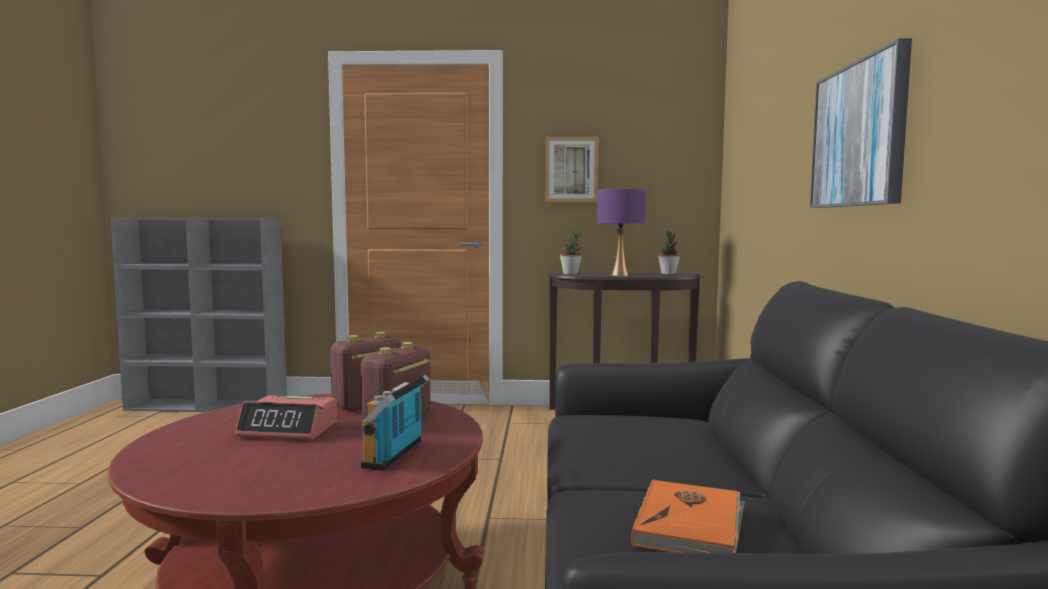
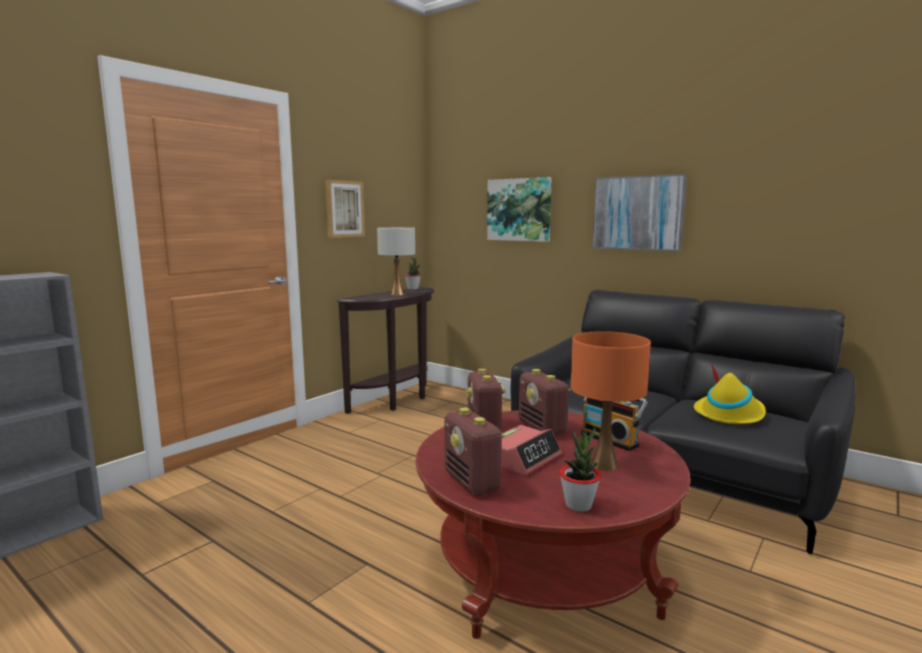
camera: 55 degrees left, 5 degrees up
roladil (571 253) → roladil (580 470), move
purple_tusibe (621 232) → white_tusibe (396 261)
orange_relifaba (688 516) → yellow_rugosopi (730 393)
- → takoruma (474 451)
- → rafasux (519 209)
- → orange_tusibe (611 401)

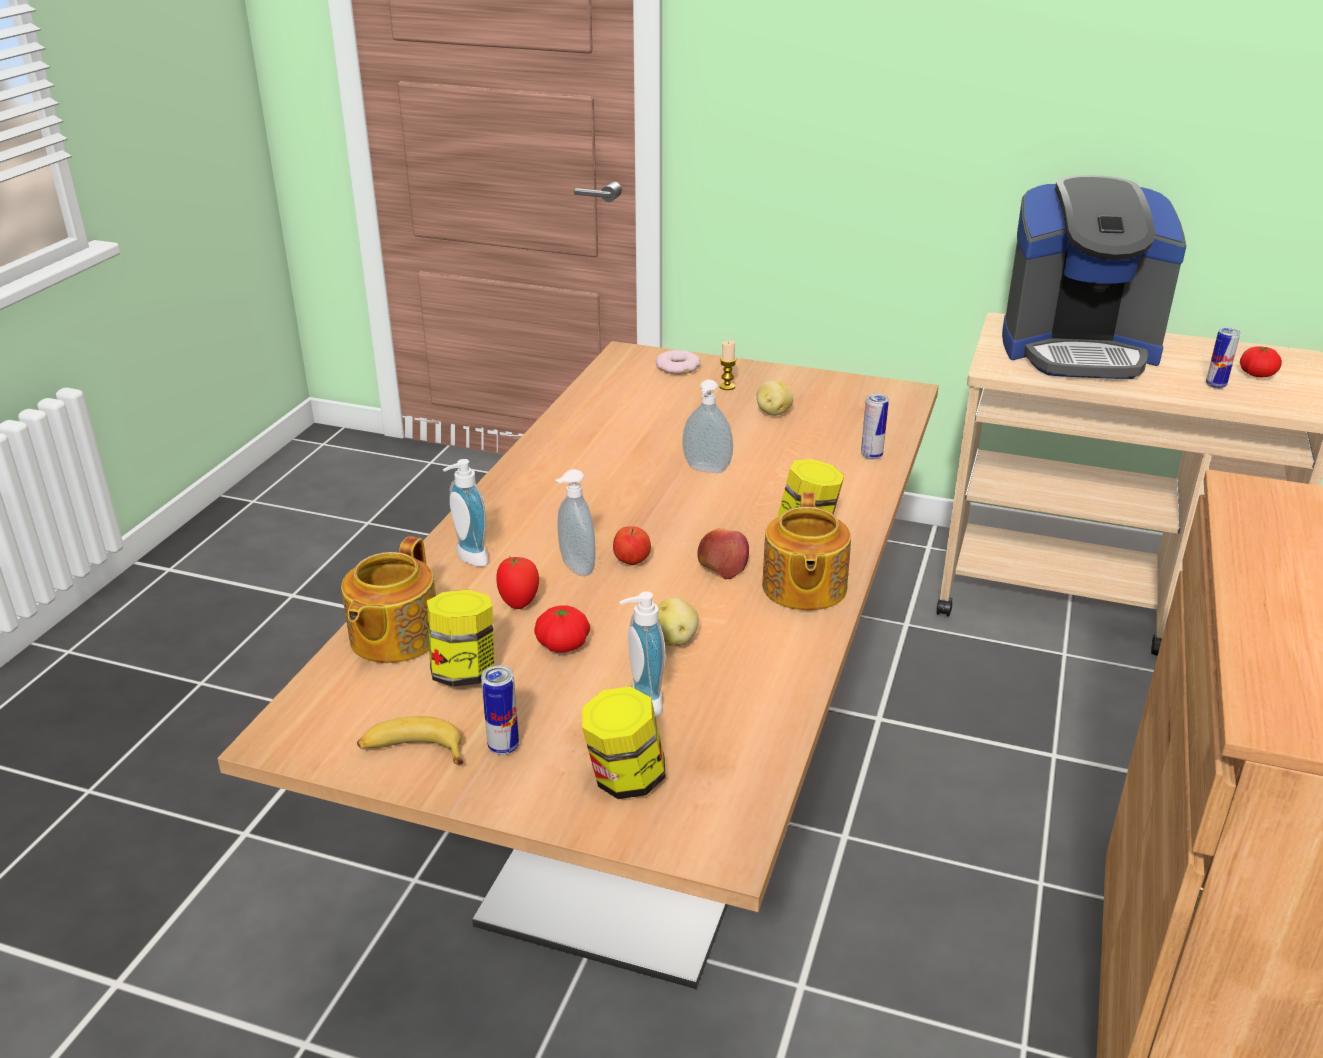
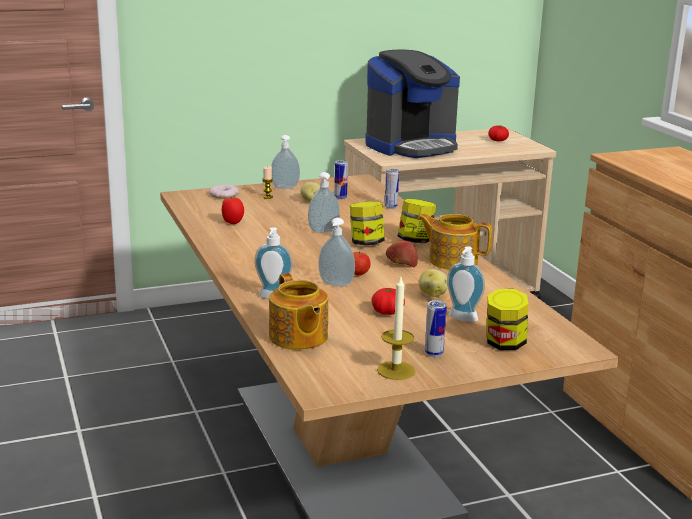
camera: 40 degrees left, 10 degrees down
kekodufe (410 740) → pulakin (396 328)
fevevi (460 638) → fevevi (367 223), move
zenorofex (518 582) → zenorofex (233 210), move
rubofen (806 551) → rubofen (454 242), 150 degrees clockwise
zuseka (1223 358) → zuseka (341 180), move
- → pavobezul (285 162)

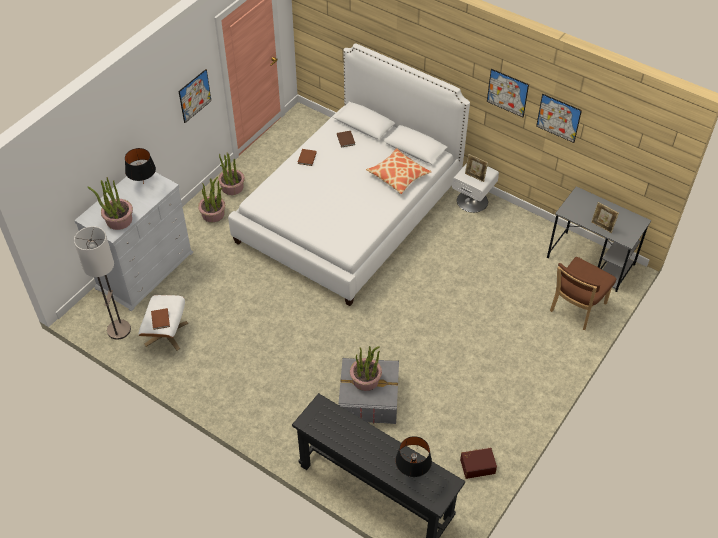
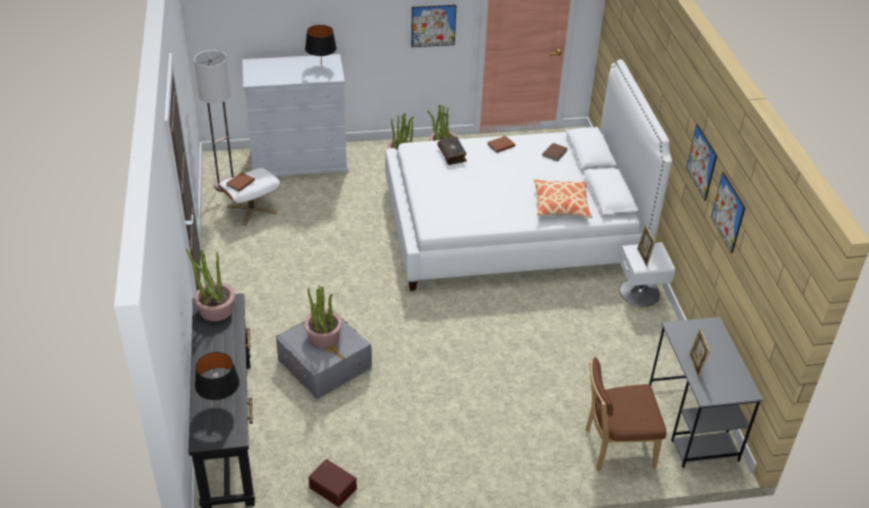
camera: 45 degrees right, 10 degrees down
roladil (110 203) → roladil (210 284), move
- → relifaba (452 151)

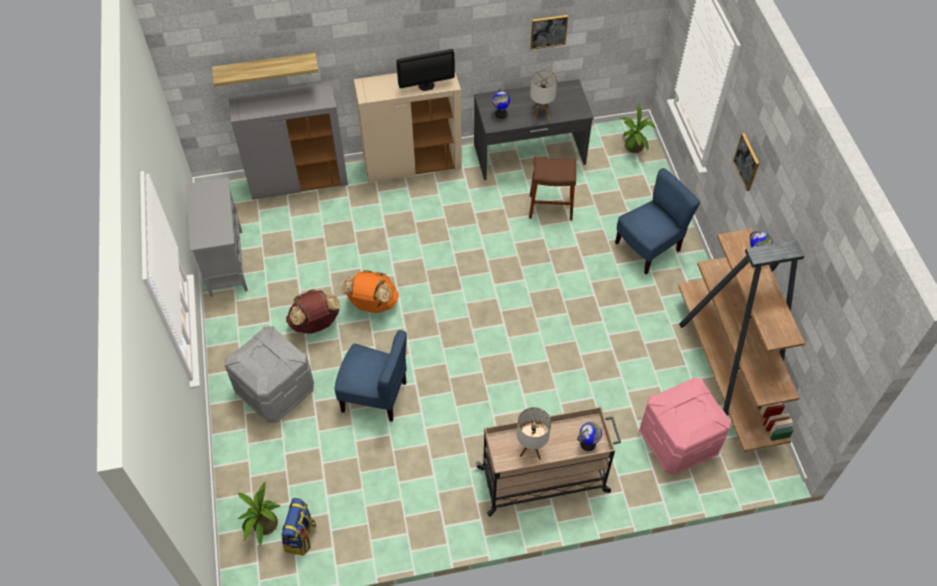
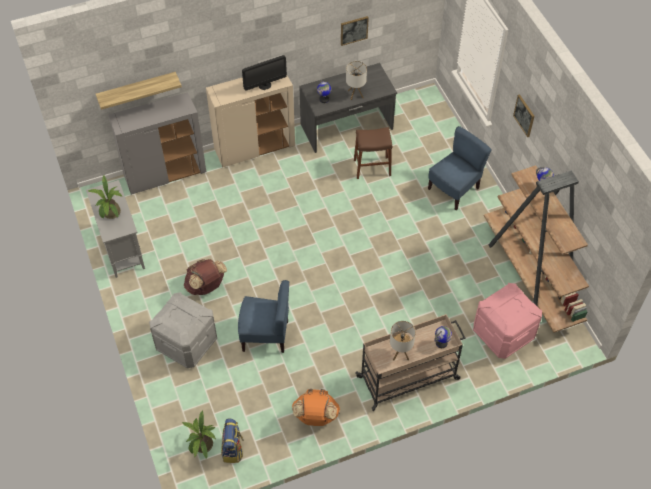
camera: 10 degrees left, 0 degrees up
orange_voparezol (370 291) → orange_voparezol (316 407), move
roladil (637 128) → roladil (104 197), move

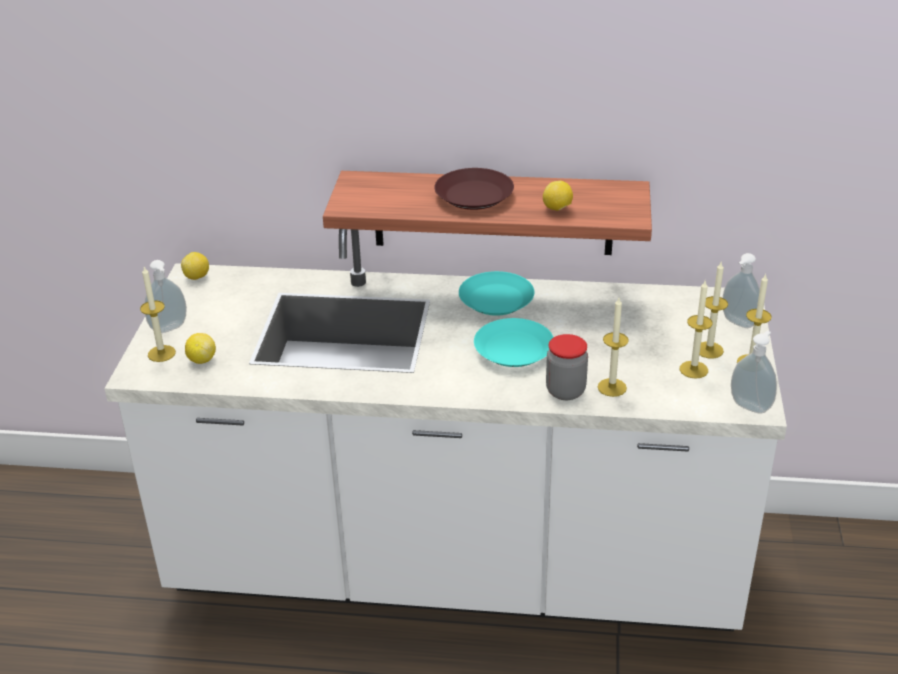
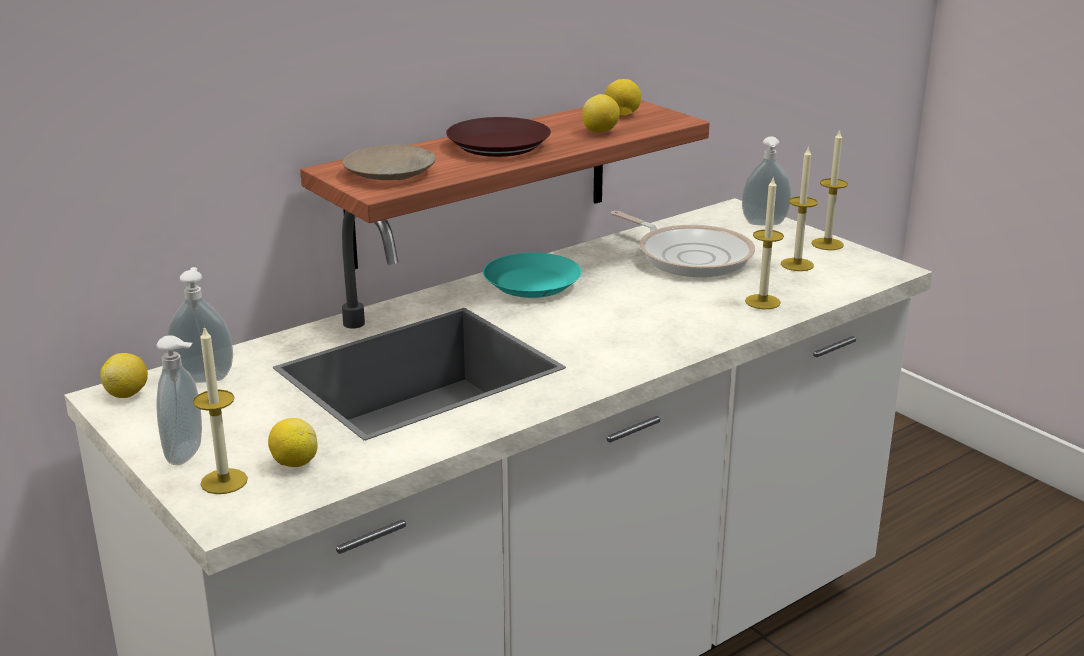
camera: 45 degrees left, 10 degrees down
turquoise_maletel (514 342) → -
fevevi (567 367) → -
pulakin (714 310) → -
pavobezul (754 372) → pavobezul (200 325), move
- → beige_maletel (389 162)
- → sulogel (623 97)
- → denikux (683 244)

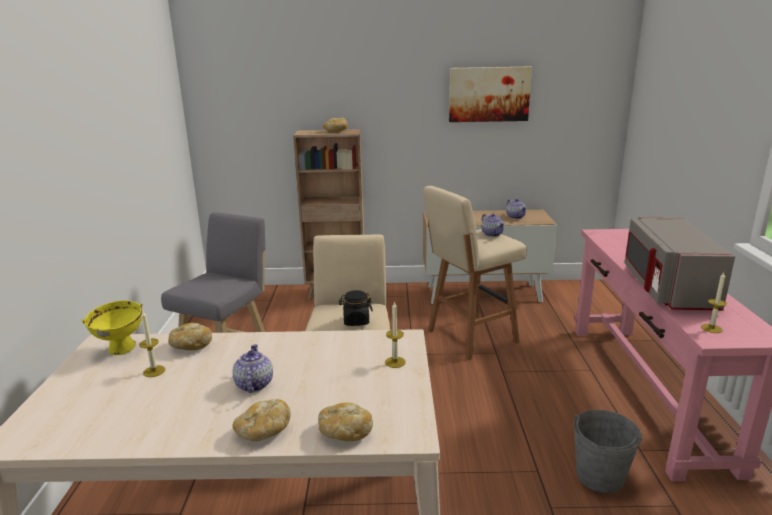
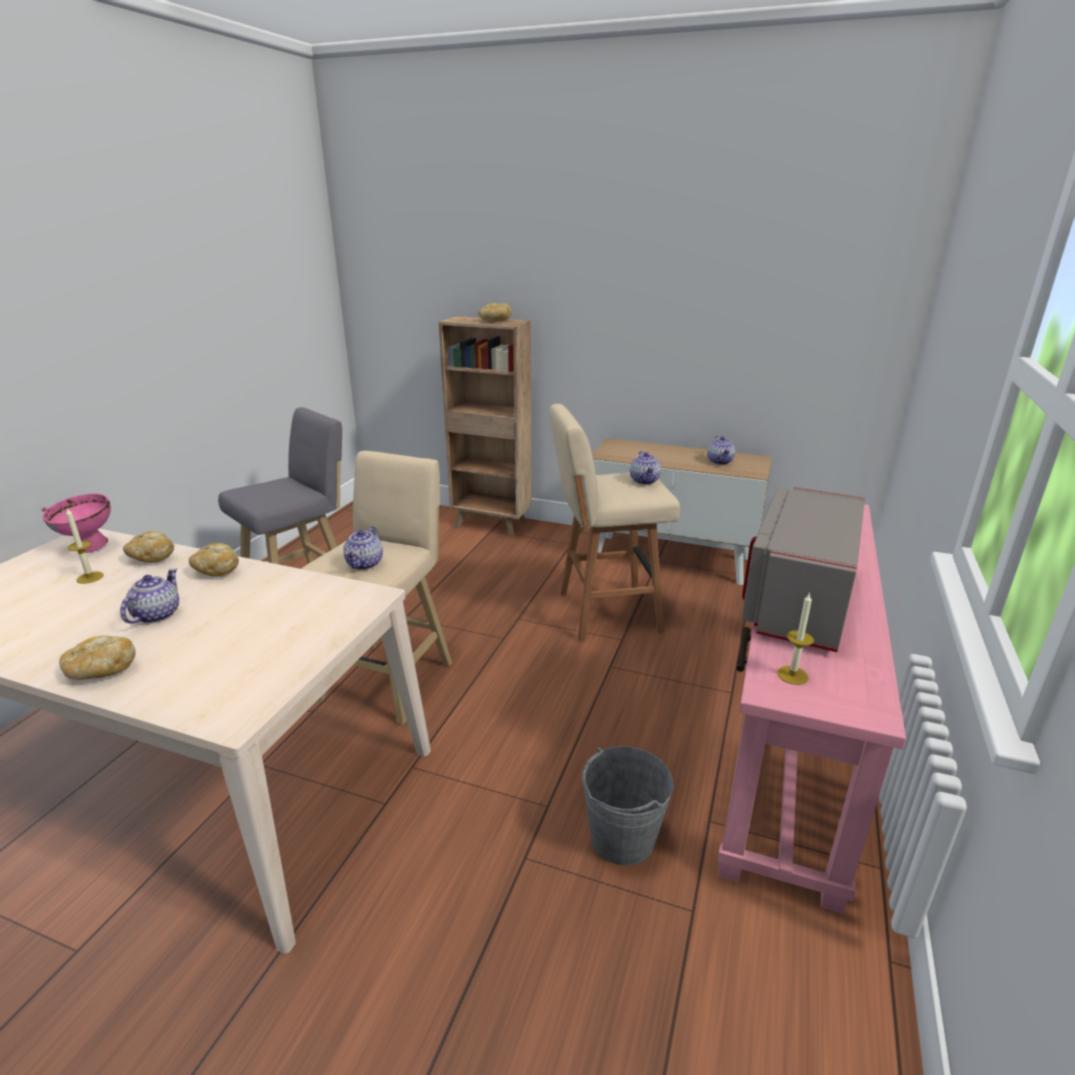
camera: 20 degrees right, 5 degrees up
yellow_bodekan (111 327) → pink_bodekan (76 523)
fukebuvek (345 421) → fukebuvek (214 560), move
black_fevevi (356 308) → rubofen (363 548)
pulakin (395 334) → -
rafasux (490 94) → -

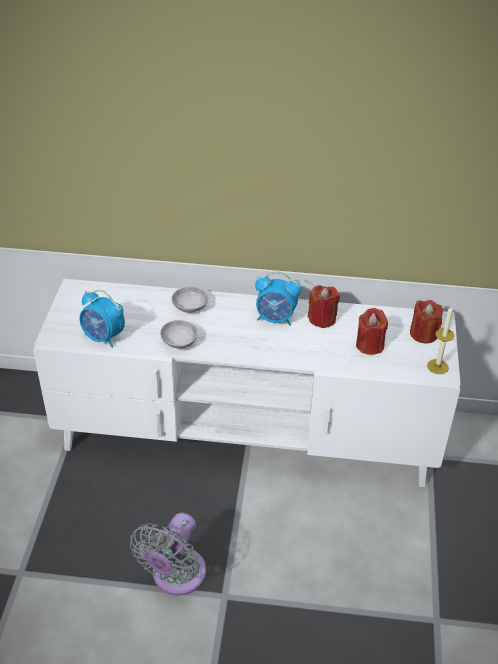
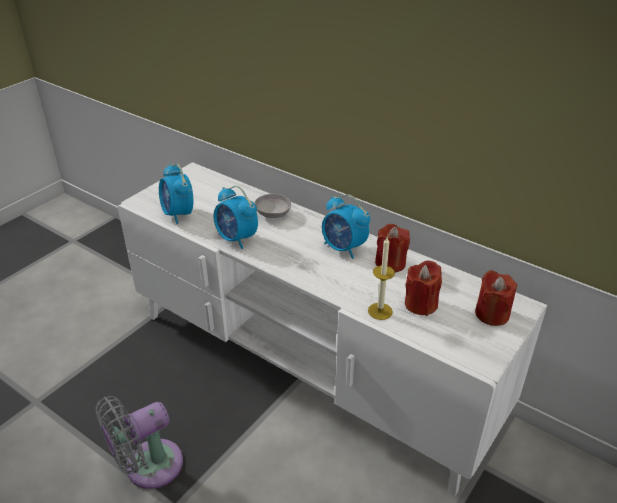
camera: 30 degrees right, 5 degrees down
grey_bodekan (178 334) → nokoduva (236 217)
pulakin (440 340) → pulakin (381 278), move

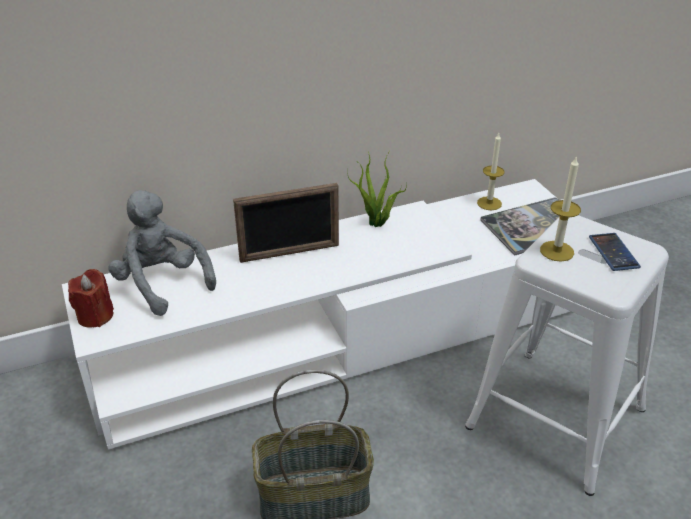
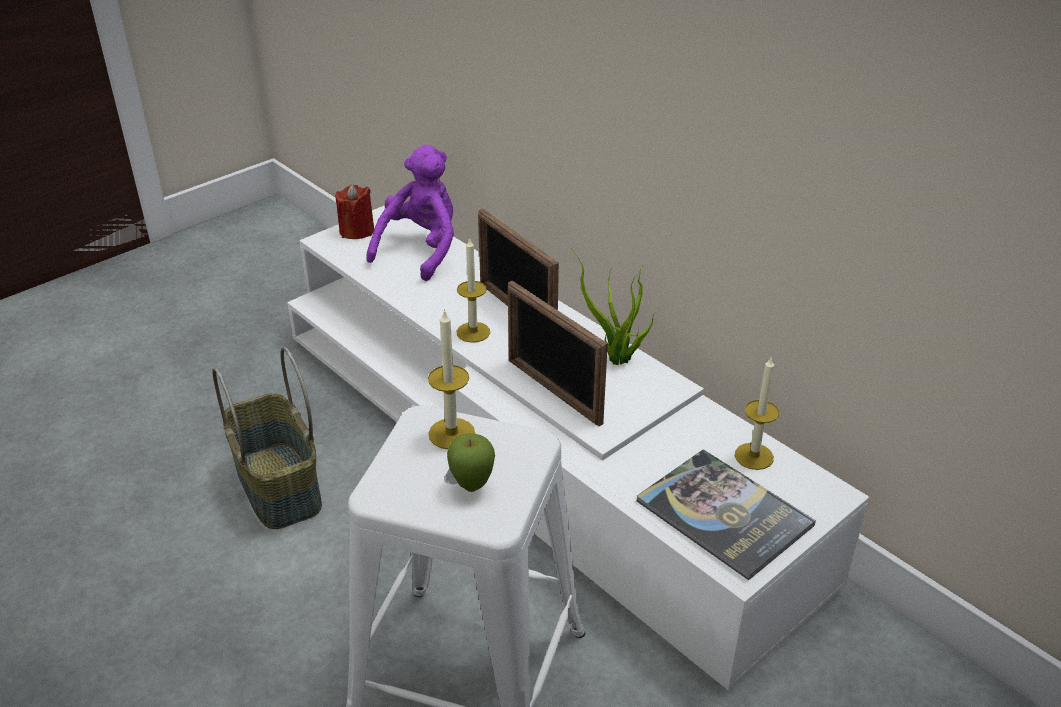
camera: 70 degrees right, 0 degrees up
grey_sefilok (162 253) → purple_sefilok (410 213)
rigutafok (615 252) → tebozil (471 462)
- → pulakin (473 290)
- → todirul (558 353)

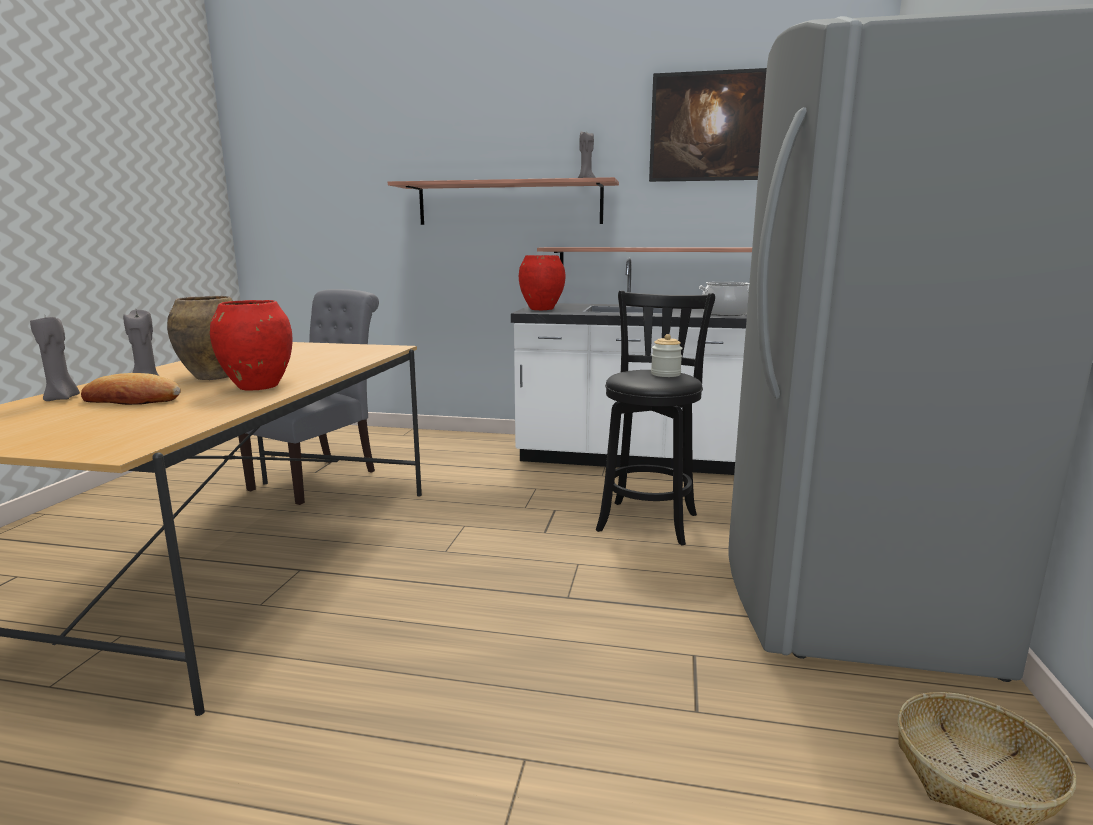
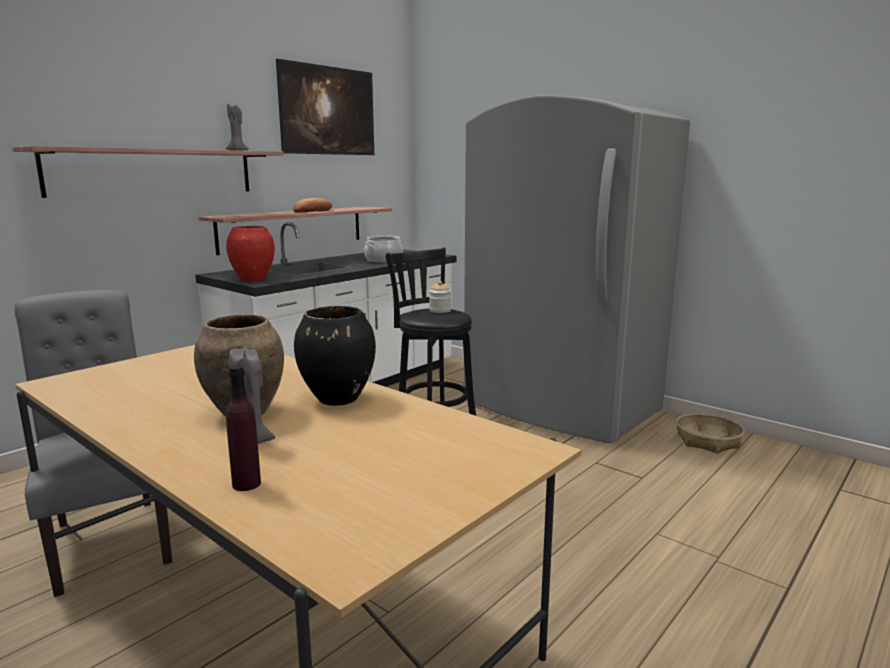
camera: 60 degrees left, 0 degrees up
grey_pulakin (55 359) → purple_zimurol (243 428)
fukebuvek (131 389) → fukebuvek (312 205), move
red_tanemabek (251 345) → black_tanemabek (335 356)

